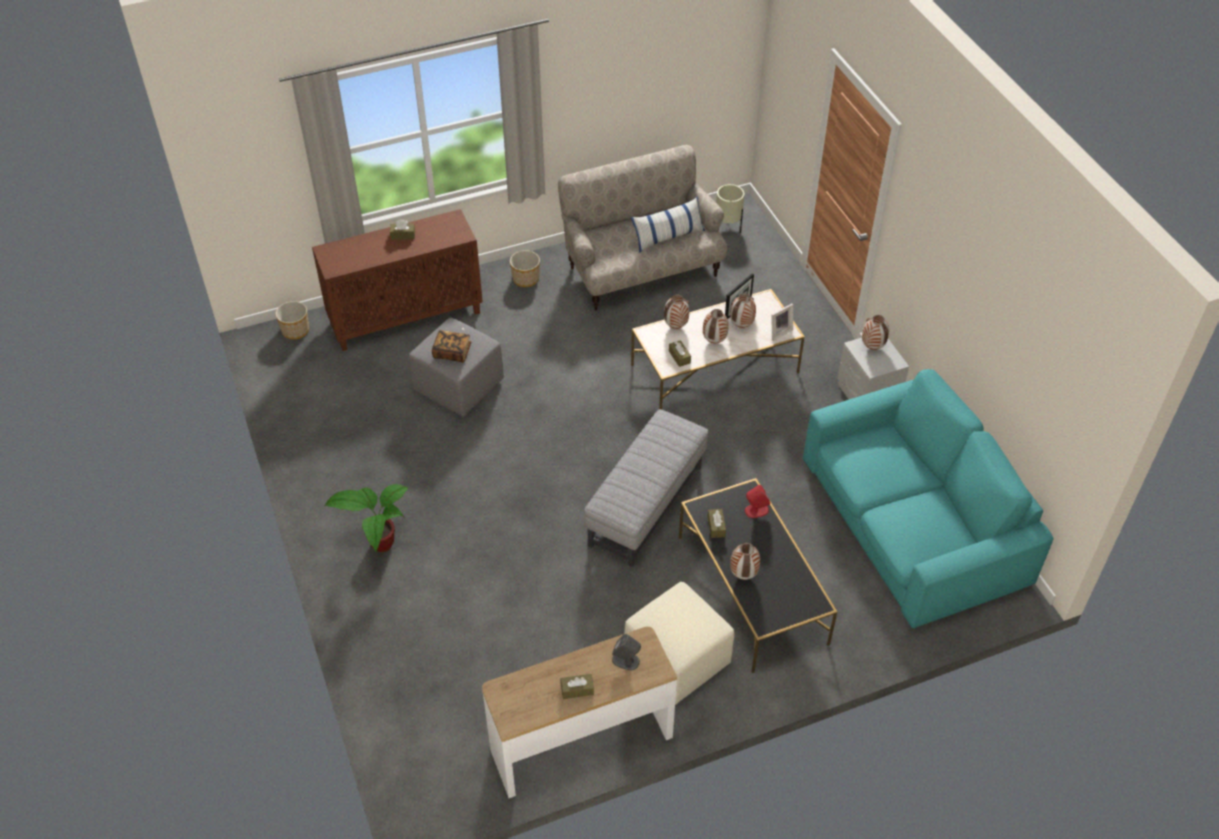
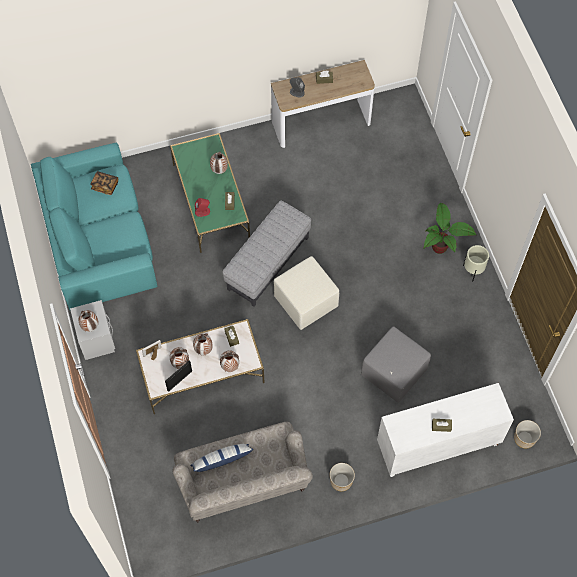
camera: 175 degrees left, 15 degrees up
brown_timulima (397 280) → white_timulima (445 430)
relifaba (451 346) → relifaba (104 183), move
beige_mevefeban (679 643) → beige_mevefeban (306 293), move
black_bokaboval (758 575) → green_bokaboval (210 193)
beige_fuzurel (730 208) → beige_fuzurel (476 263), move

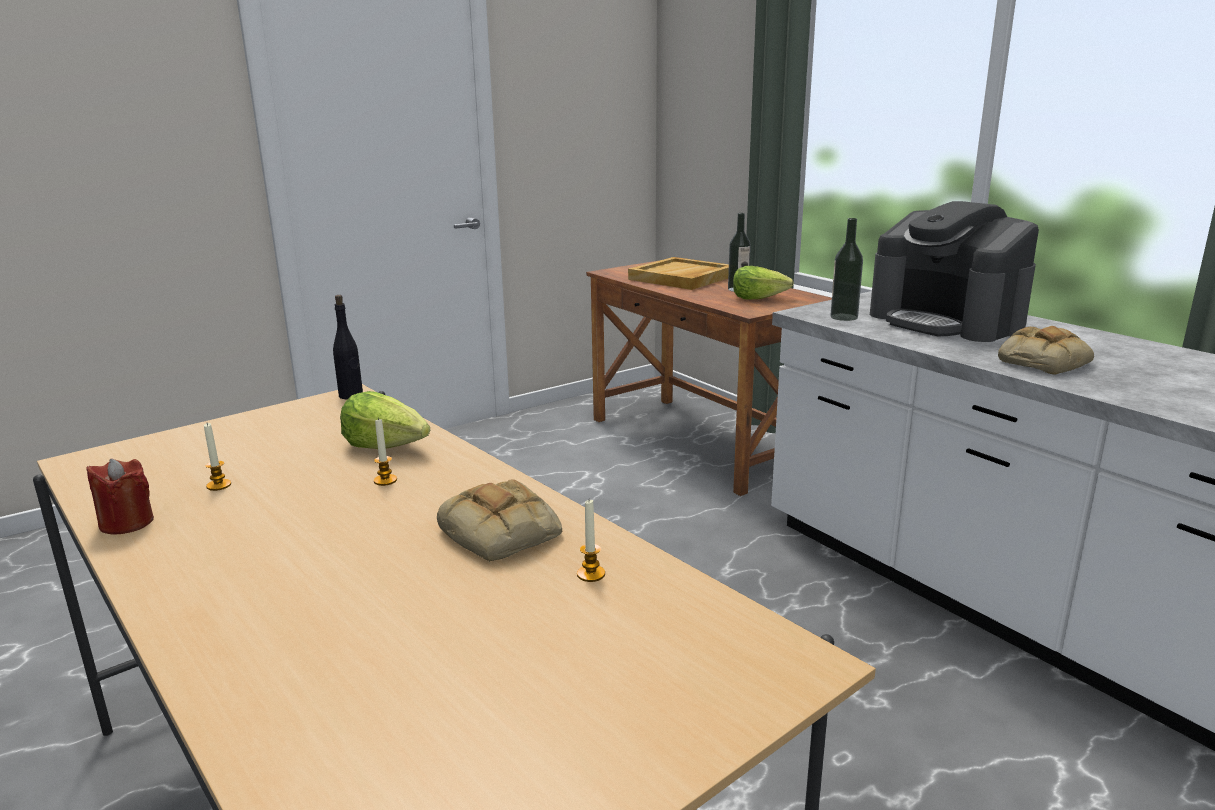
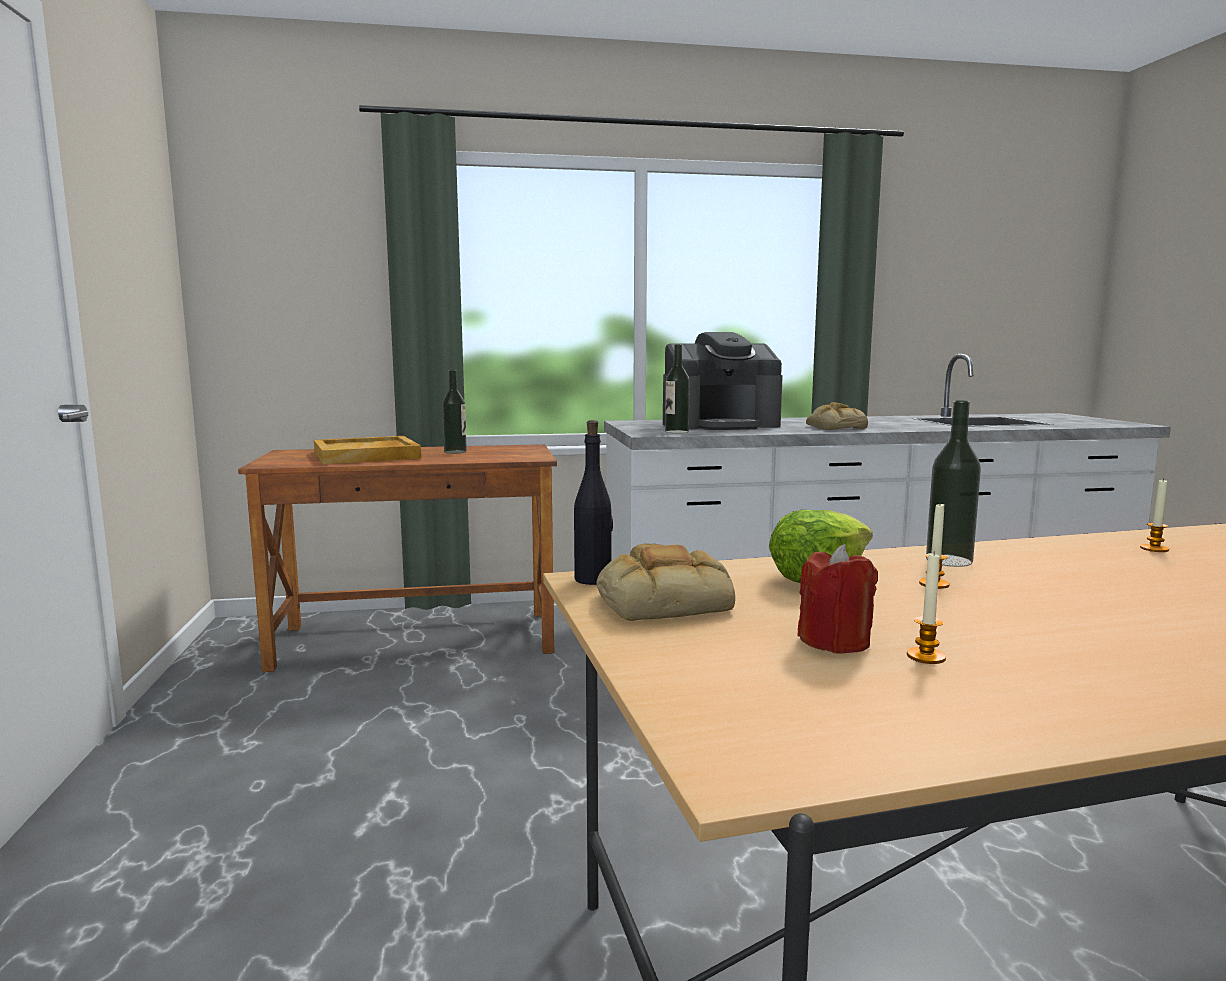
camera: 65 degrees left, 10 degrees down
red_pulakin (120 497) → red_pulakin (837 599), move
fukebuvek (499 520) → fukebuvek (665 582), move
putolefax (763 282) → -
- → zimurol (953 484)

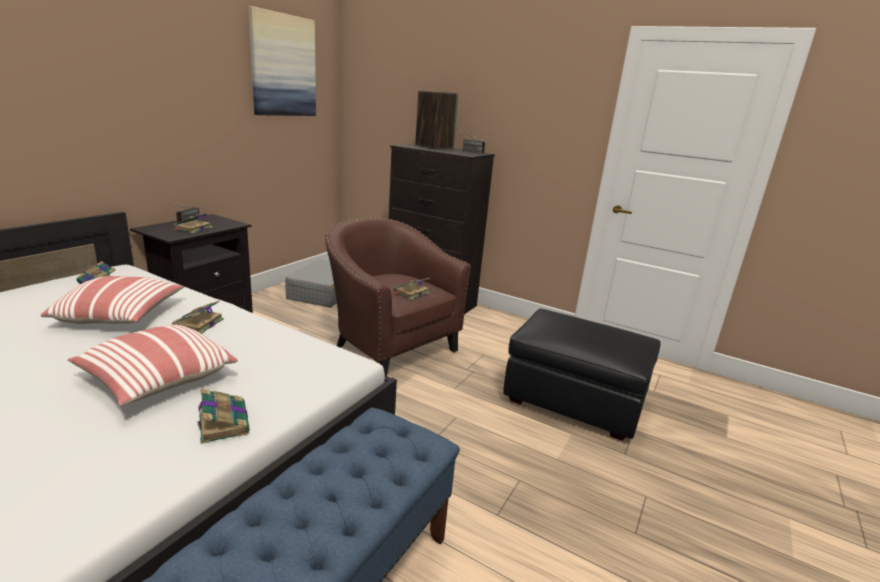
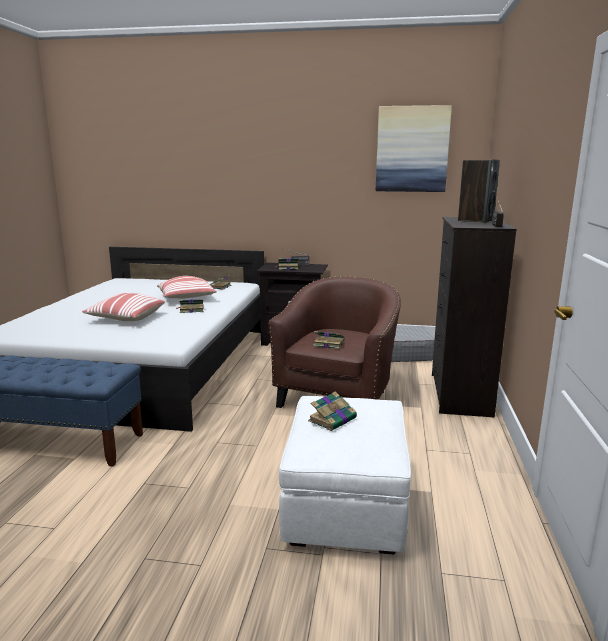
camera: 70 degrees right, 5 degrees down
relifaba (224 416) → relifaba (332 411), move
black_mevefeban (582 375) → white_mevefeban (345 475)

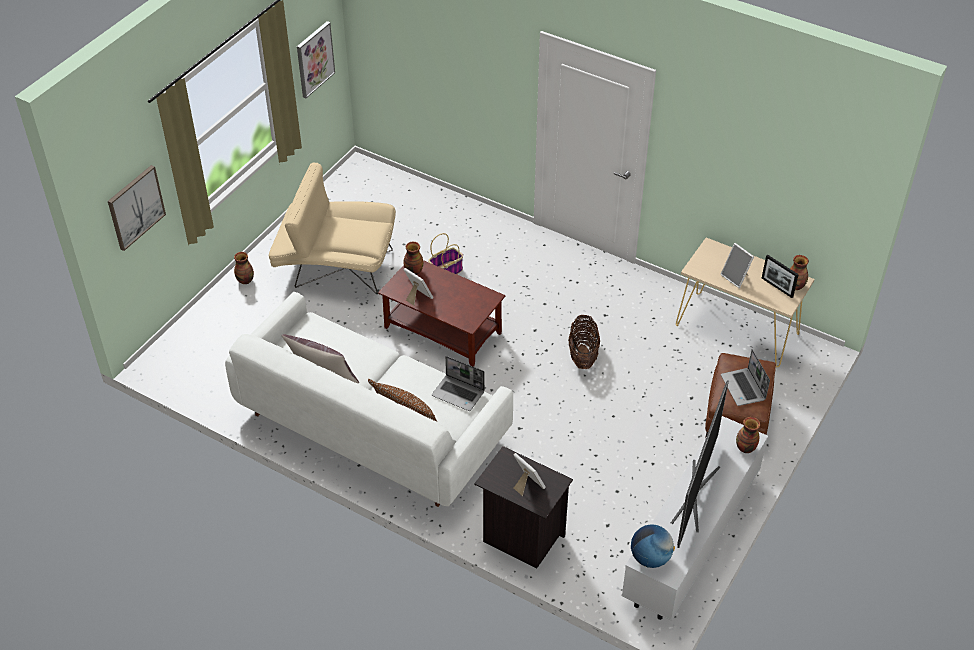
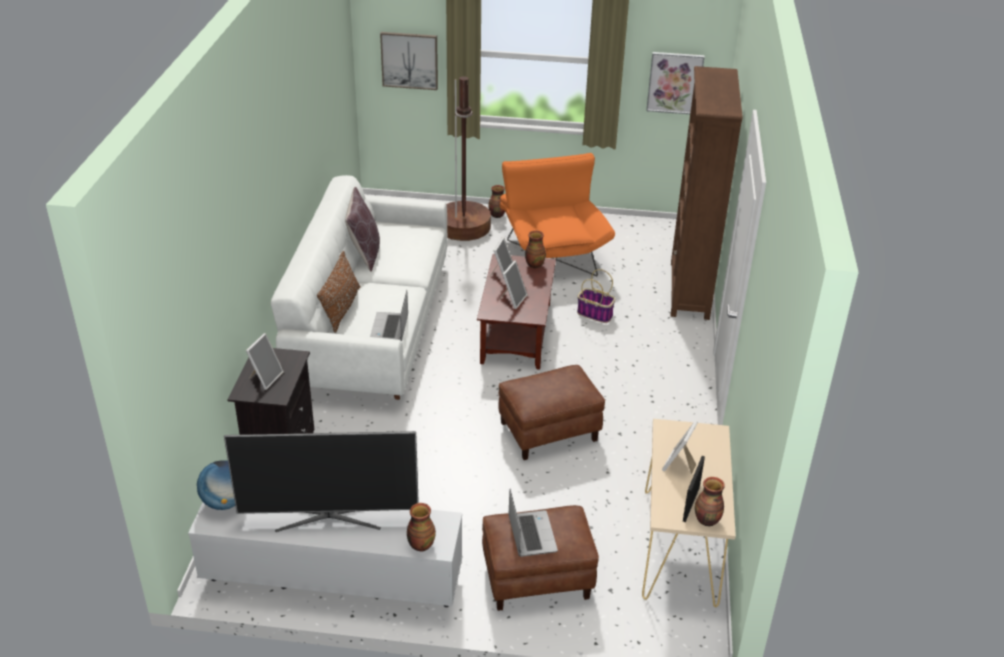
camera: 65 degrees right, 10 degrees down
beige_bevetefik (332 228) → orange_bevetefik (557 214)
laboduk (584 342) → brown_mevefeban (551 412)
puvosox (745 377) → puvosox (533 523), 120 degrees clockwise
- → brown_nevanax (468 158)
- → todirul (513 285)
- → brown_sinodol (707 193)

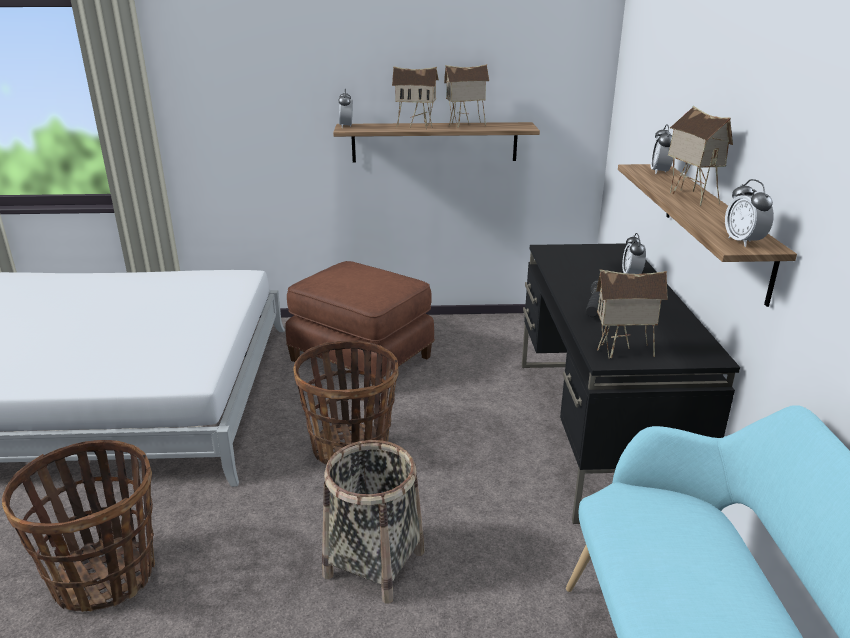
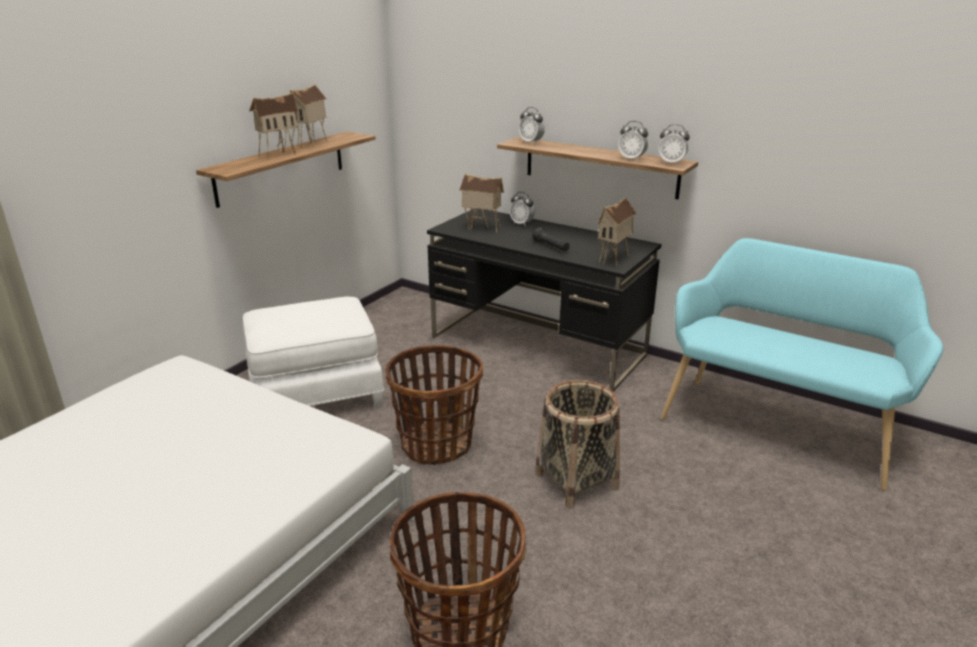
camera: 55 degrees left, 0 degrees up
brown_mevefeban (360 323) → white_mevefeban (313 352)
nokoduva (346 108) → nokoduva (633 141), move
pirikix (700 156) → pirikix (481 203), move

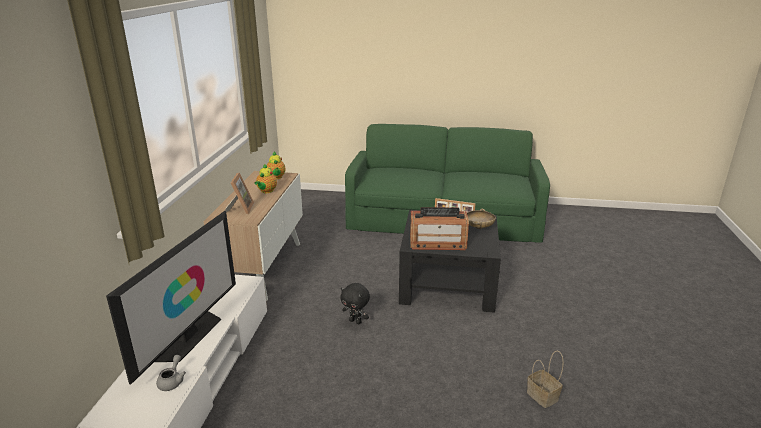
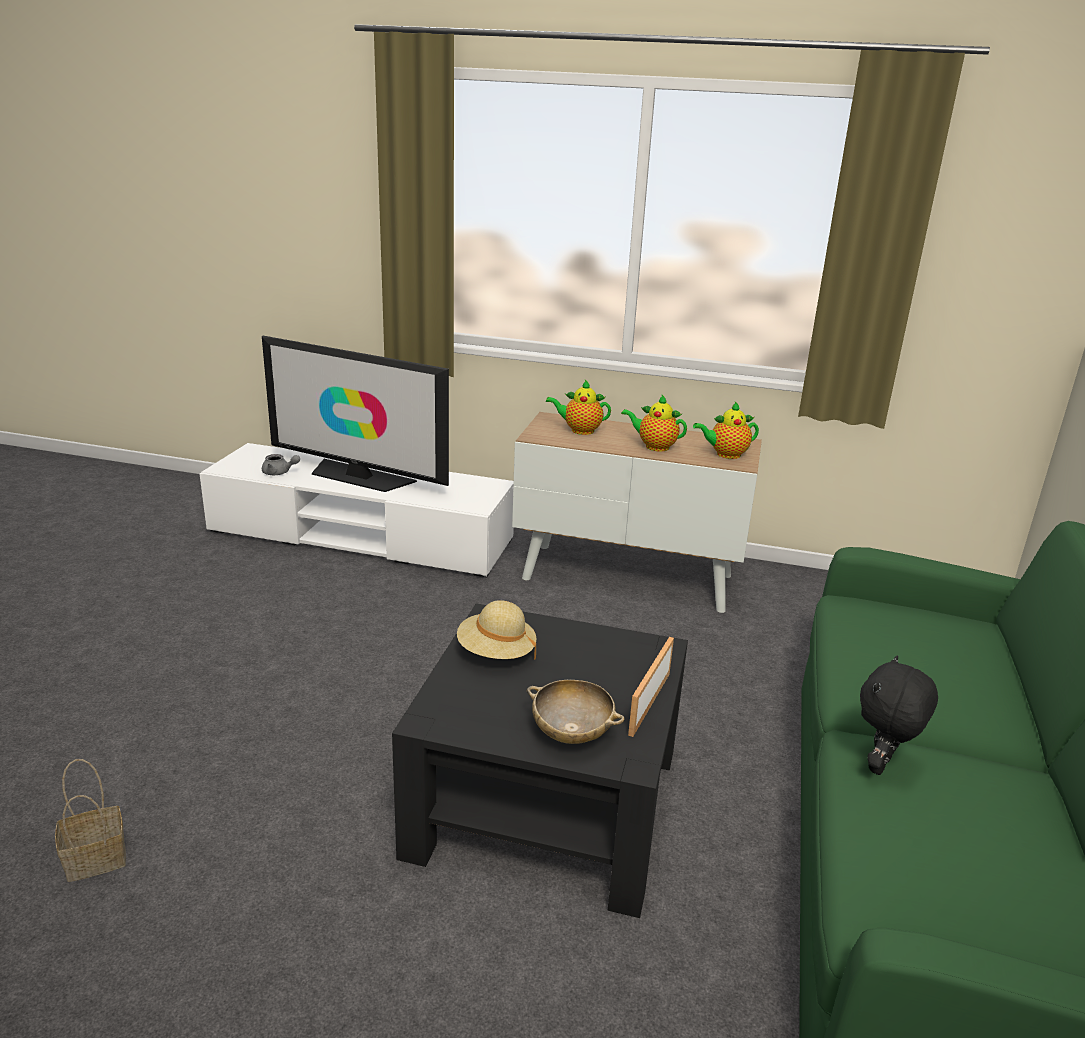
camera: 95 degrees right, 0 degrees up
todirul (239 193) → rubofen (578 407)
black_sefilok (355 303) → black_sefilok (899 715), move
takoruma (439 228) → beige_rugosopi (496 630)

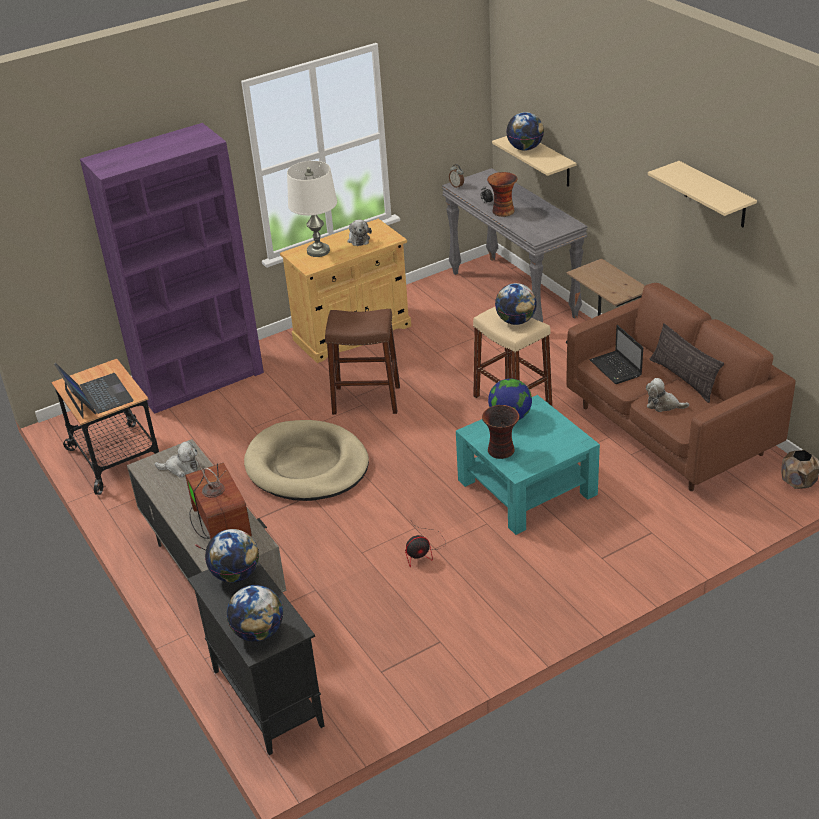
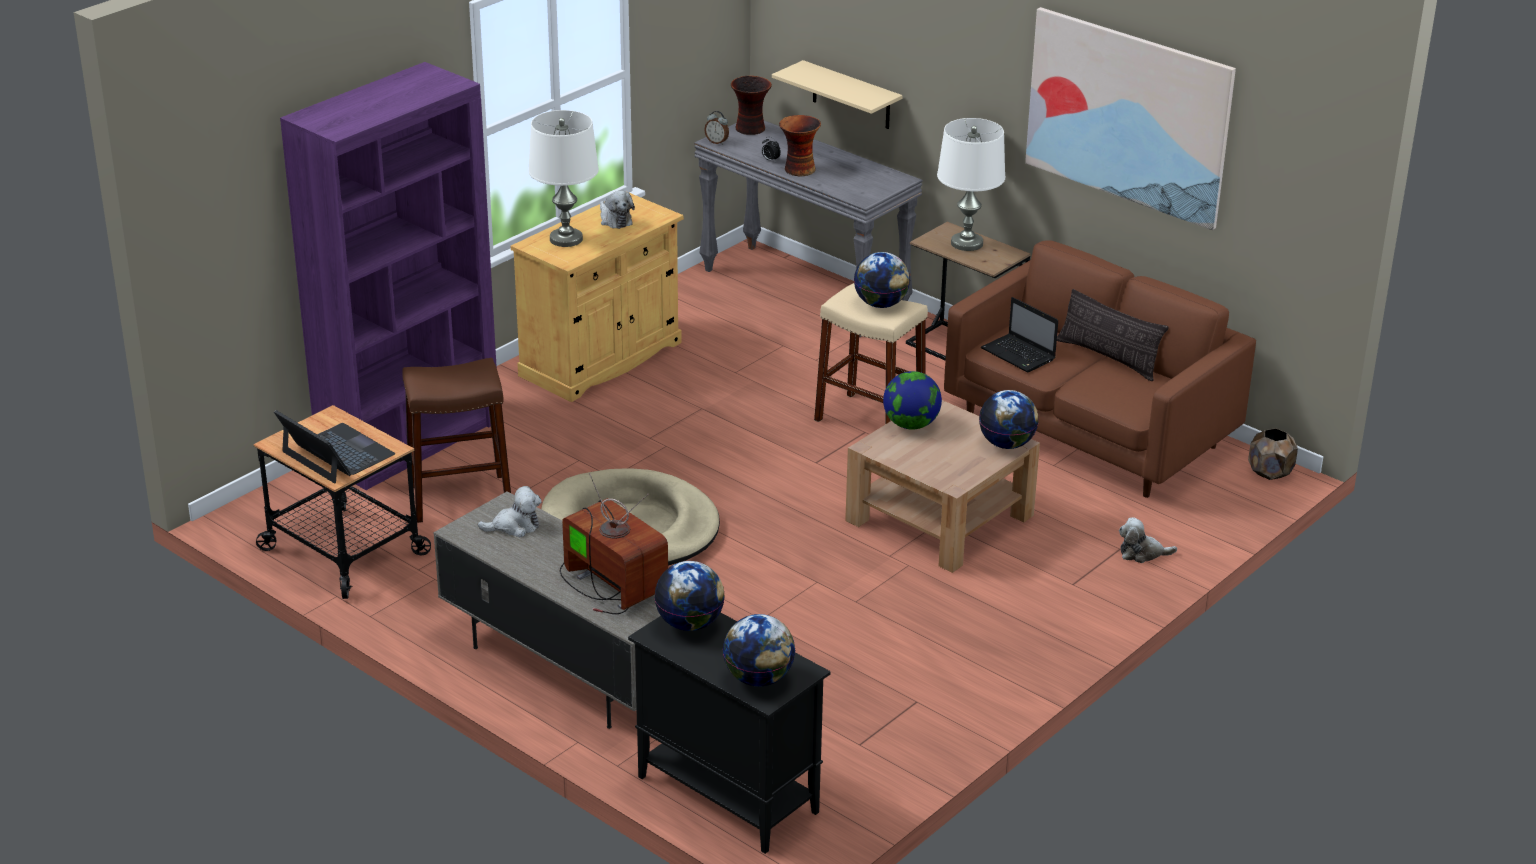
camera: 20 degrees left, 5 degrees down
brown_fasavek (362 362) → brown_fasavek (456 440), move
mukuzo (425 544) → -
turquoise_bokaboval (528 465) → brown_bokaboval (942 486)
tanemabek (500 432) → tanemabek (751 105), move
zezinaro (525 131) → zezinaro (1009 419), move
sefilok (667 395) → sefilok (1148 540), move
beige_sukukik (702 194) → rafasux (1130 118)
- → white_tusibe (971 184)

